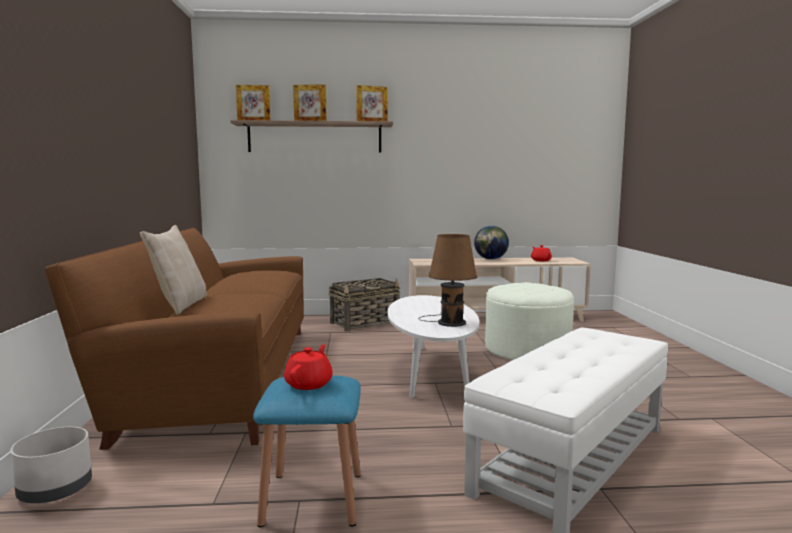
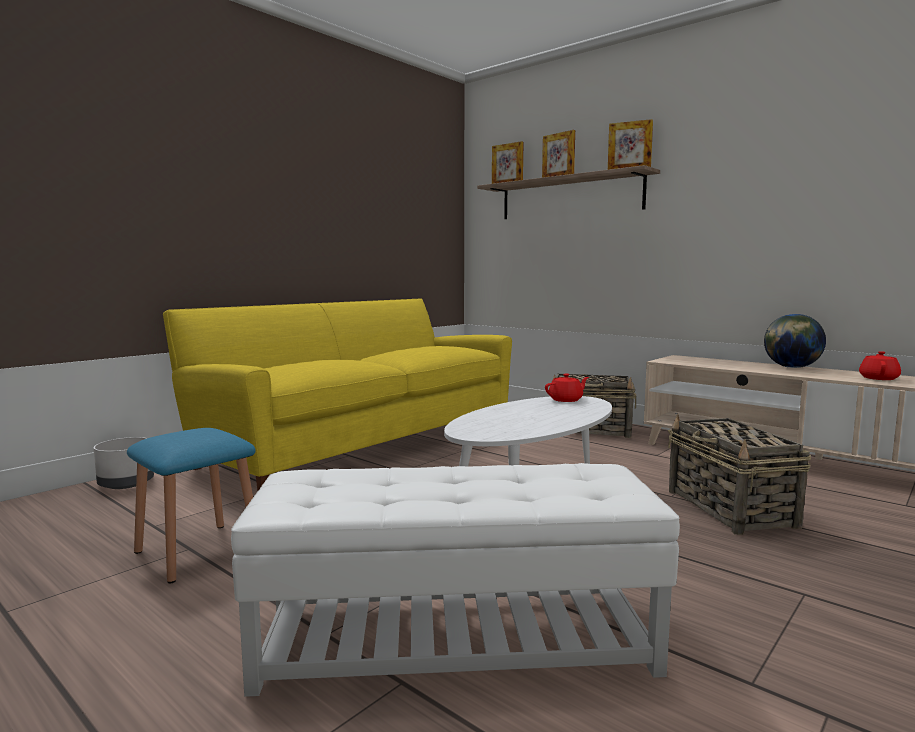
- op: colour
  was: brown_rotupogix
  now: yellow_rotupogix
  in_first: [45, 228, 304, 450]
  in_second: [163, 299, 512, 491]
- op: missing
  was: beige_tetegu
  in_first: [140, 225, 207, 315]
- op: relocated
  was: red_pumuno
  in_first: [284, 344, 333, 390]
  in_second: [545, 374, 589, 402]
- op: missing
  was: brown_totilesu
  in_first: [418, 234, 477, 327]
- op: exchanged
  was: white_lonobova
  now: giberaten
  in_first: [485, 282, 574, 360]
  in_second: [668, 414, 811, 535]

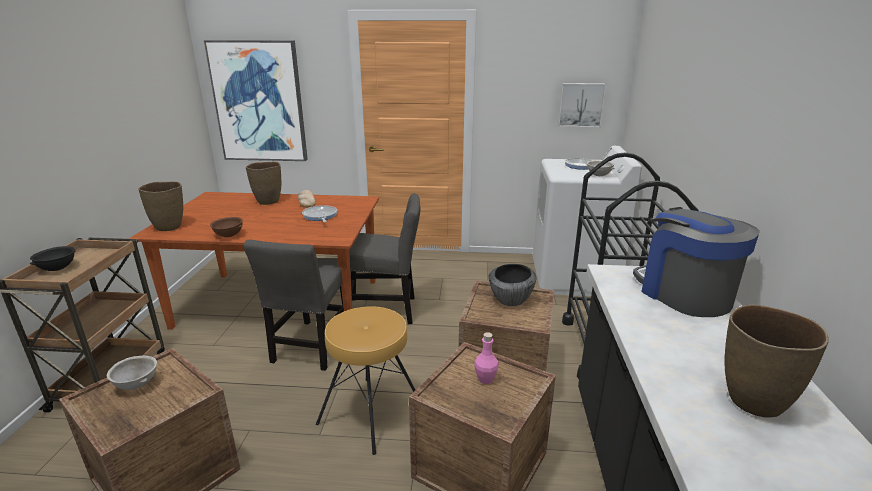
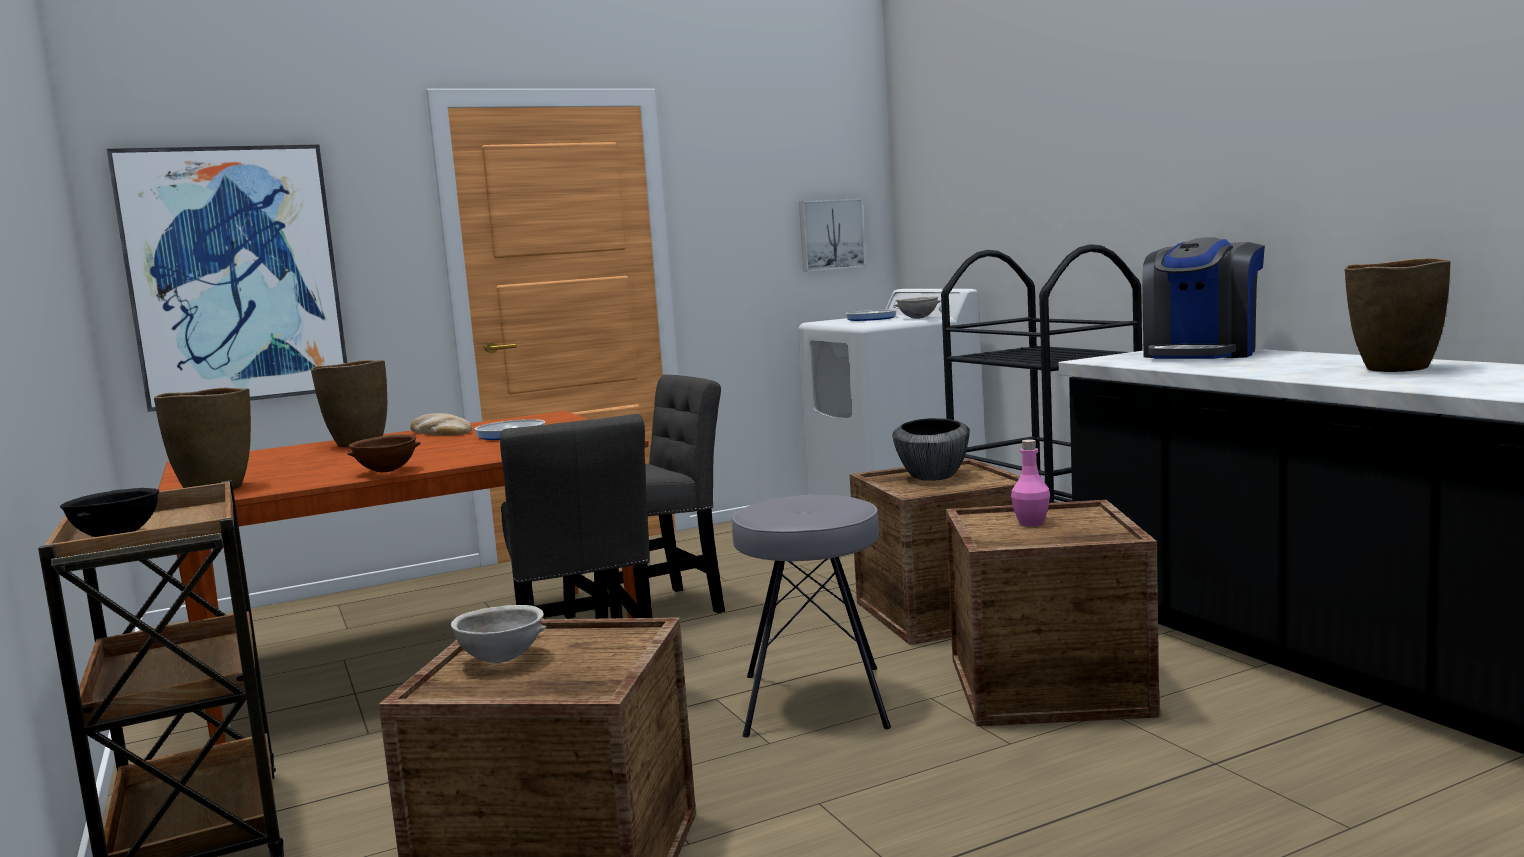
- op: colour
  was: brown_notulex
  now: grey_notulex
  in_first: [316, 306, 415, 455]
  in_second: [732, 495, 891, 737]
- op: spun
  was: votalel
  in_first: [633, 207, 760, 317]
  in_second: [1142, 237, 1265, 359]
  clockwise: -90

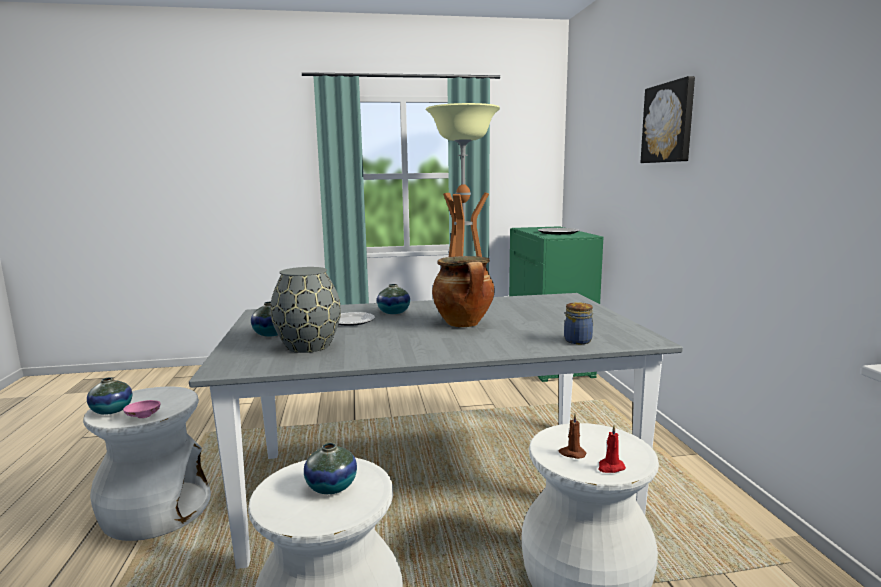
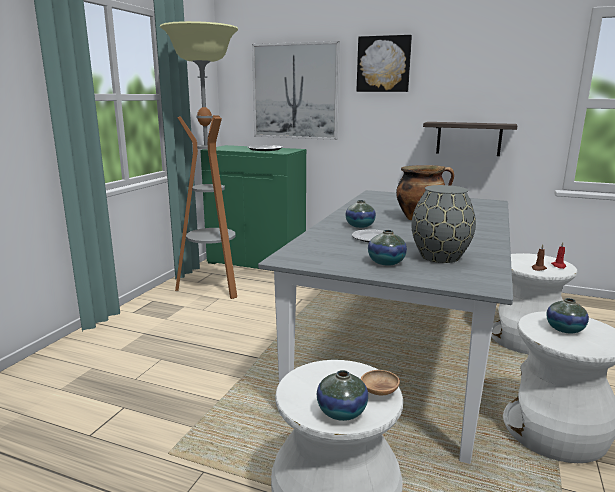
- op: colour
  was: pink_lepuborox
  now: brown_lepuborox
  in_first: [123, 400, 161, 418]
  in_second: [361, 370, 400, 395]
- op: missing
  was: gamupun
  in_first: [564, 302, 593, 344]
- op: appeared
  now: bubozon
  in_second: [252, 41, 340, 140]
- op: appeared
  now: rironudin
  in_second: [423, 122, 517, 156]

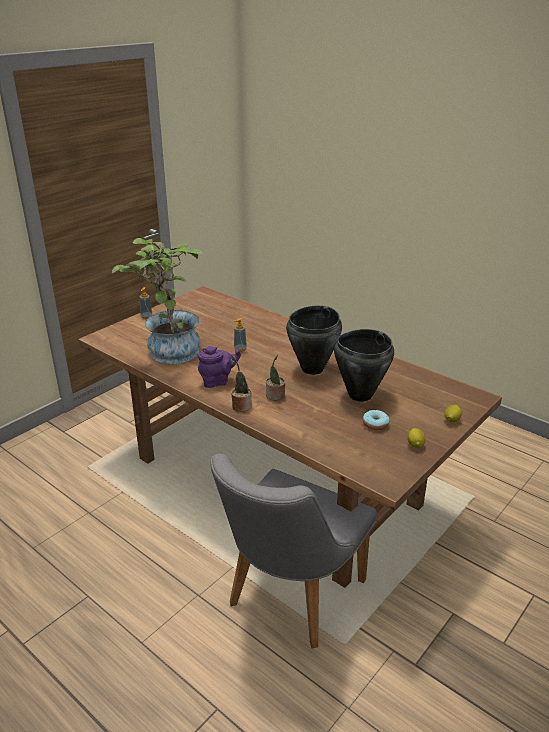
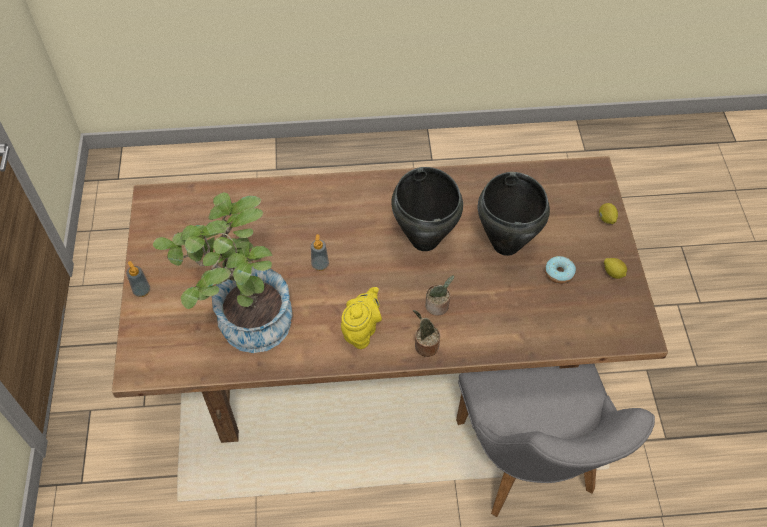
- op: colour
  was: purple_pumuno
  now: yellow_pumuno
  in_first: [198, 346, 241, 388]
  in_second: [341, 287, 382, 349]

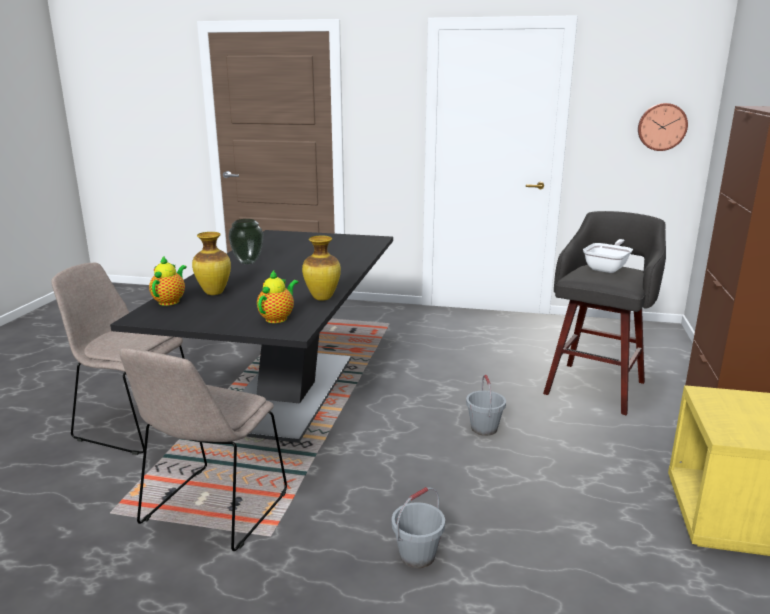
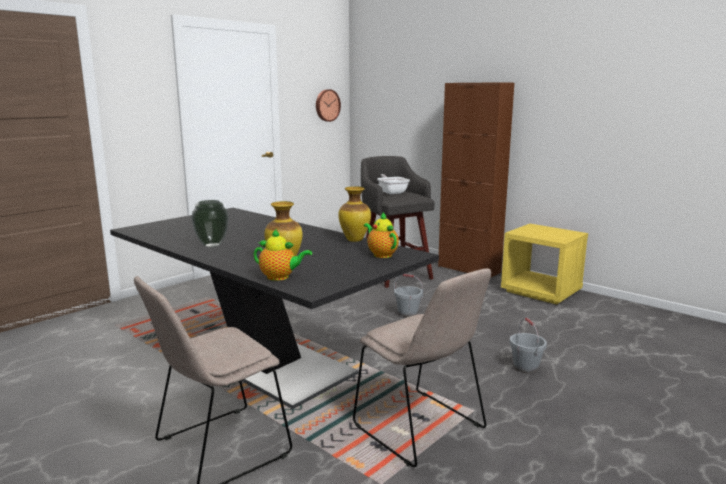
- op: spun
  was: pumuno
  in_first: [149, 257, 187, 306]
  in_second: [253, 229, 312, 281]
  clockwise: 150

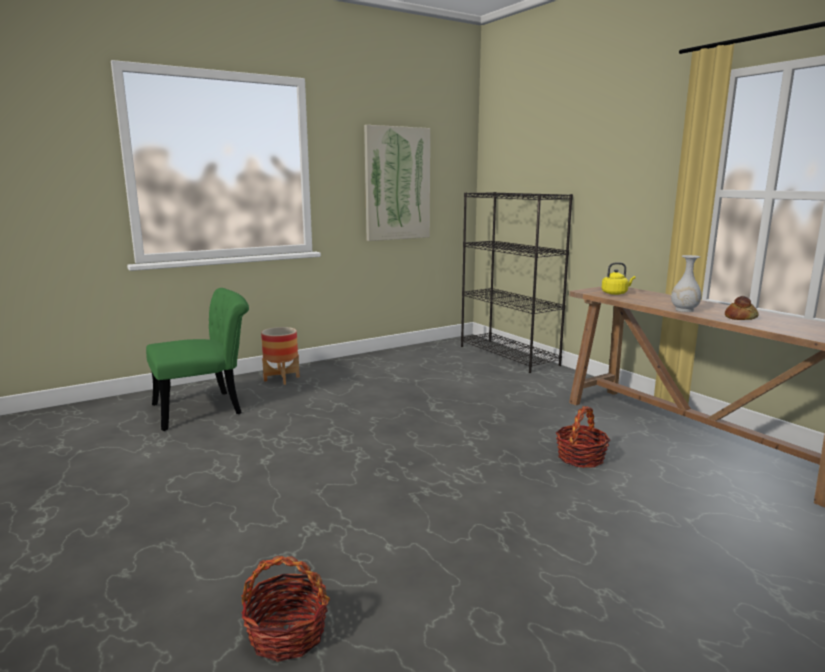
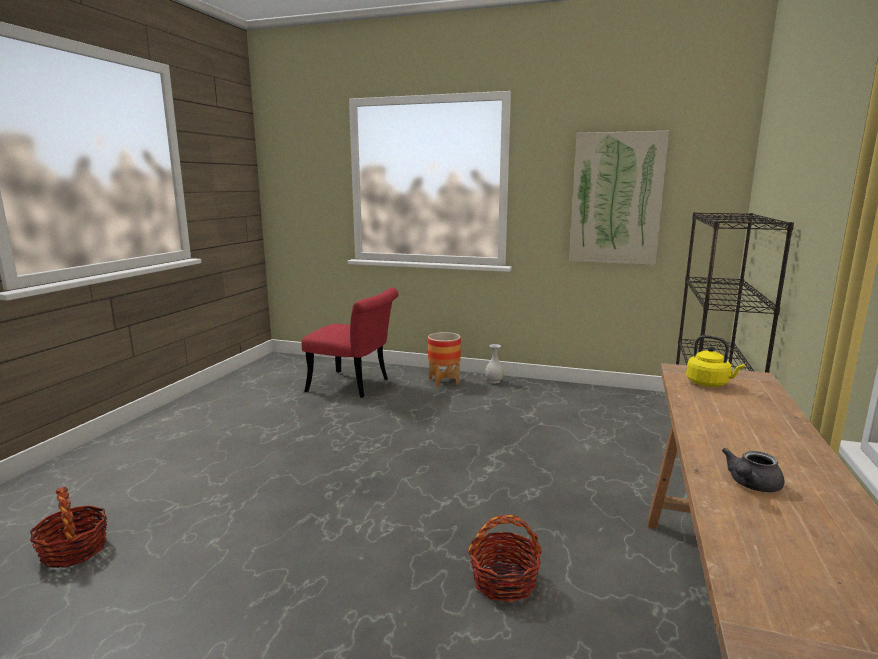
- op: colour
  was: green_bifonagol
  now: red_bifonagol
  in_first: [146, 288, 249, 431]
  in_second: [302, 288, 398, 398]
- op: relocated
  was: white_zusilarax
  in_first: [671, 255, 702, 312]
  in_second: [485, 344, 504, 383]
- op: exchanged
  was: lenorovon
  now: grey_pumuno
  in_first: [725, 296, 759, 320]
  in_second: [722, 448, 784, 492]

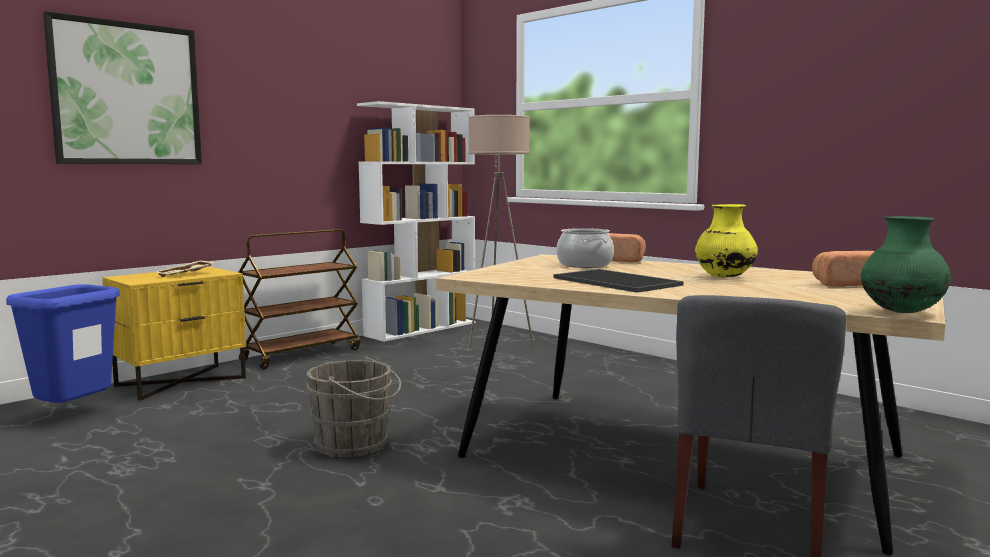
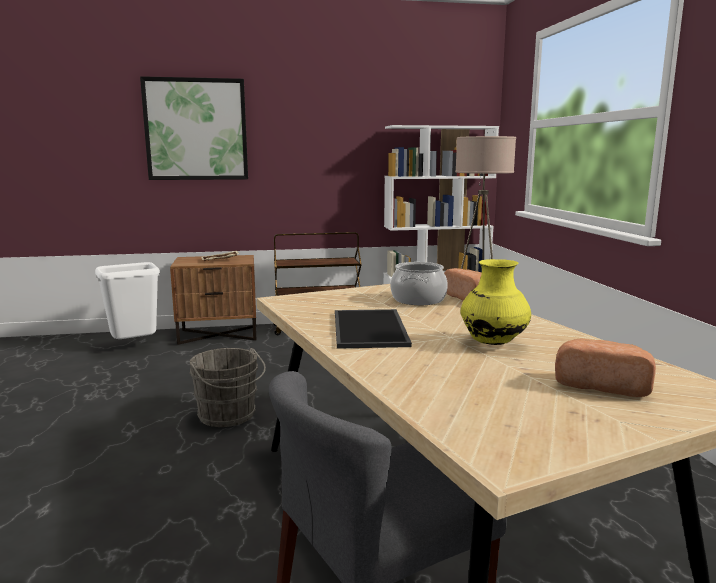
- op: colour
  was: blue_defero
  now: white_defero
  in_first: [6, 284, 120, 403]
  in_second: [95, 262, 160, 339]
- op: colour
  was: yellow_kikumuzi
  now: brown_kikumuzi
  in_first: [103, 267, 246, 401]
  in_second: [170, 255, 256, 345]
- op: missing
  was: green_zusilarax
  in_first: [861, 216, 951, 313]

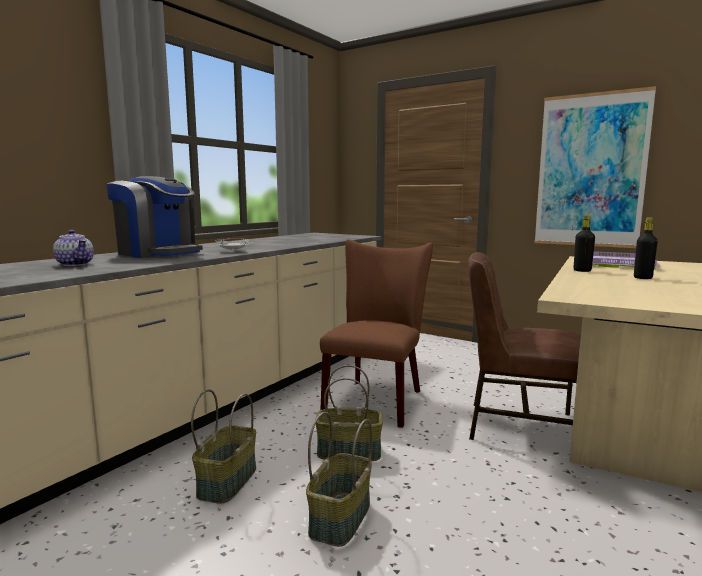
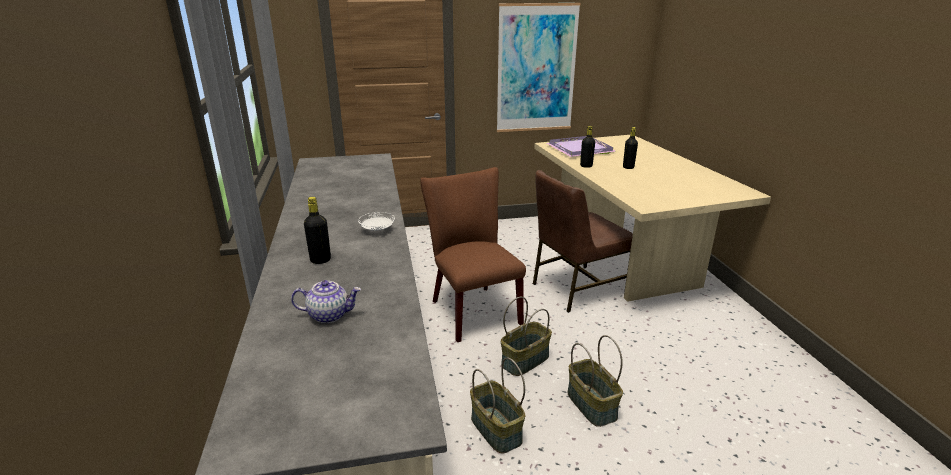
- op: exchanged
  was: votalel
  now: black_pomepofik
  in_first: [106, 176, 203, 258]
  in_second: [304, 197, 331, 264]

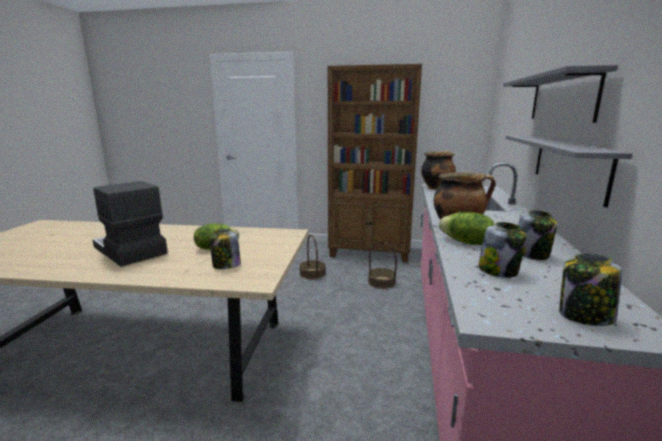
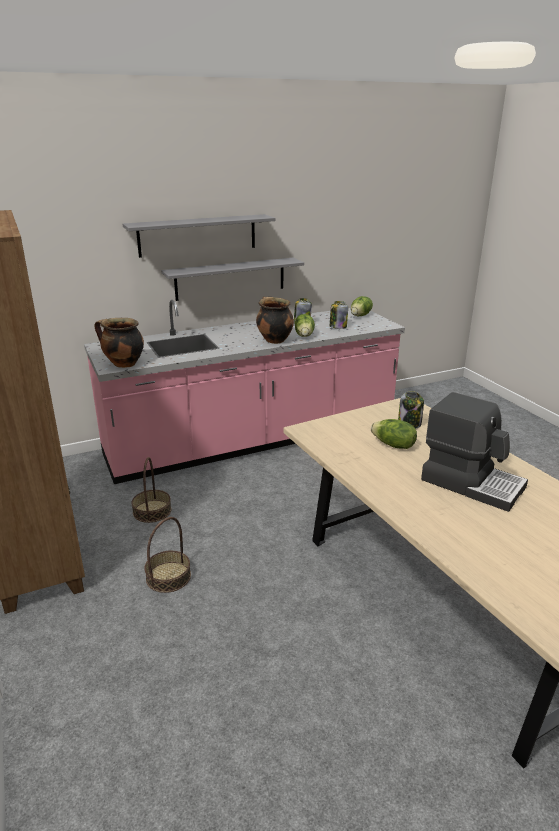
- op: spun
  was: votalel
  in_first: [93, 181, 168, 267]
  in_second: [421, 392, 528, 512]
  clockwise: -60
- op: exchanged
  was: gamupun
  now: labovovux
  in_first: [559, 254, 622, 326]
  in_second: [351, 296, 373, 317]

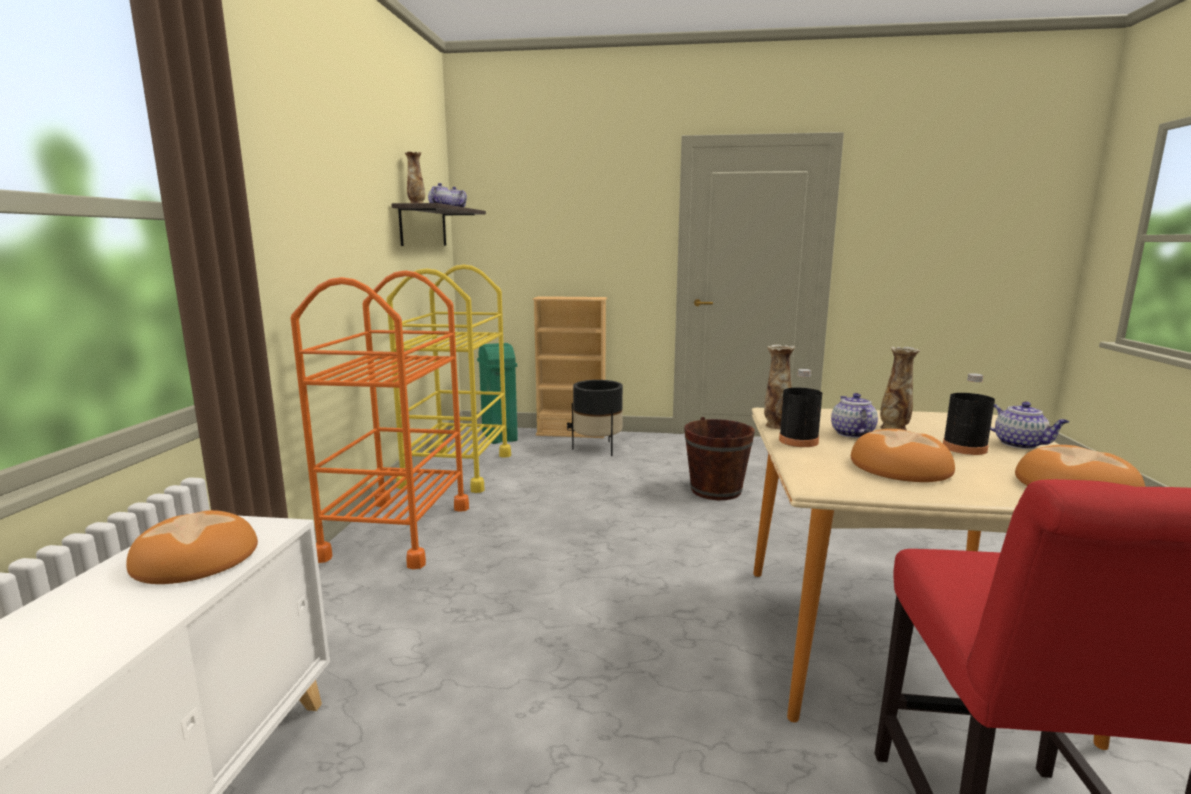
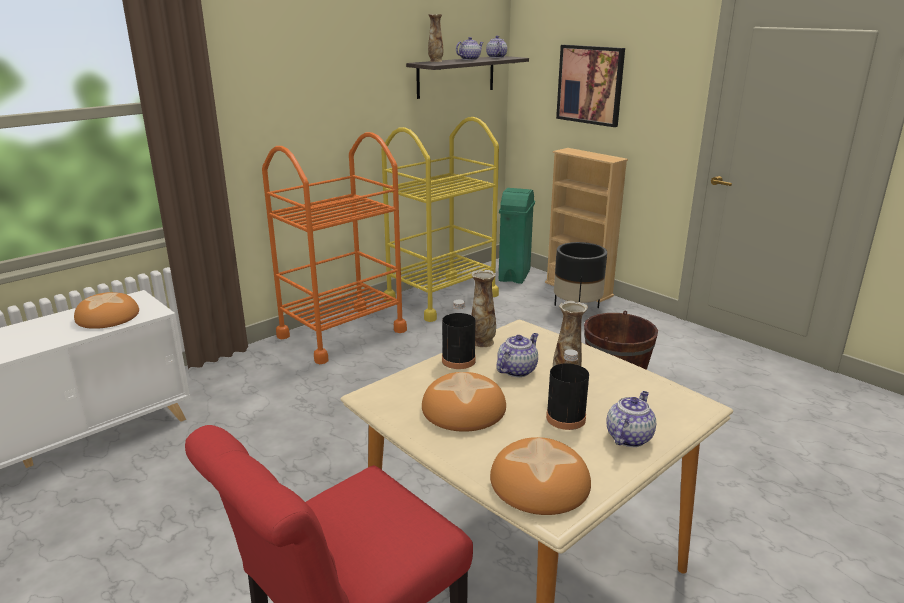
- op: spun
  was: pumuno
  in_first: [990, 402, 1069, 449]
  in_second: [606, 391, 656, 447]
  clockwise: -150
- op: appeared
  now: bubozon
  in_second: [556, 45, 625, 127]

